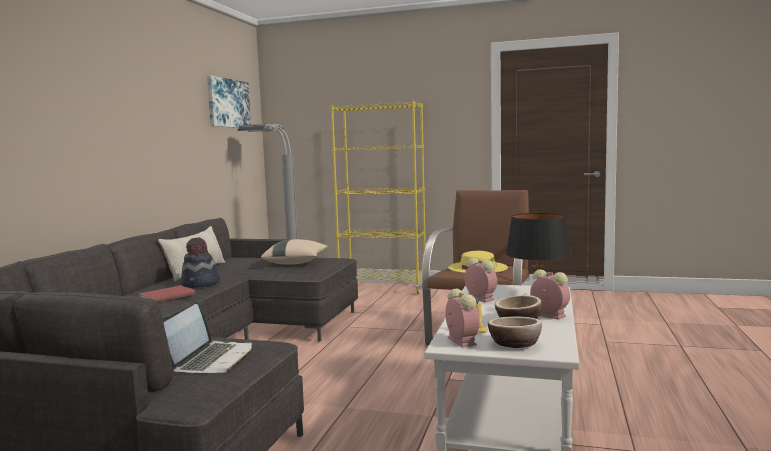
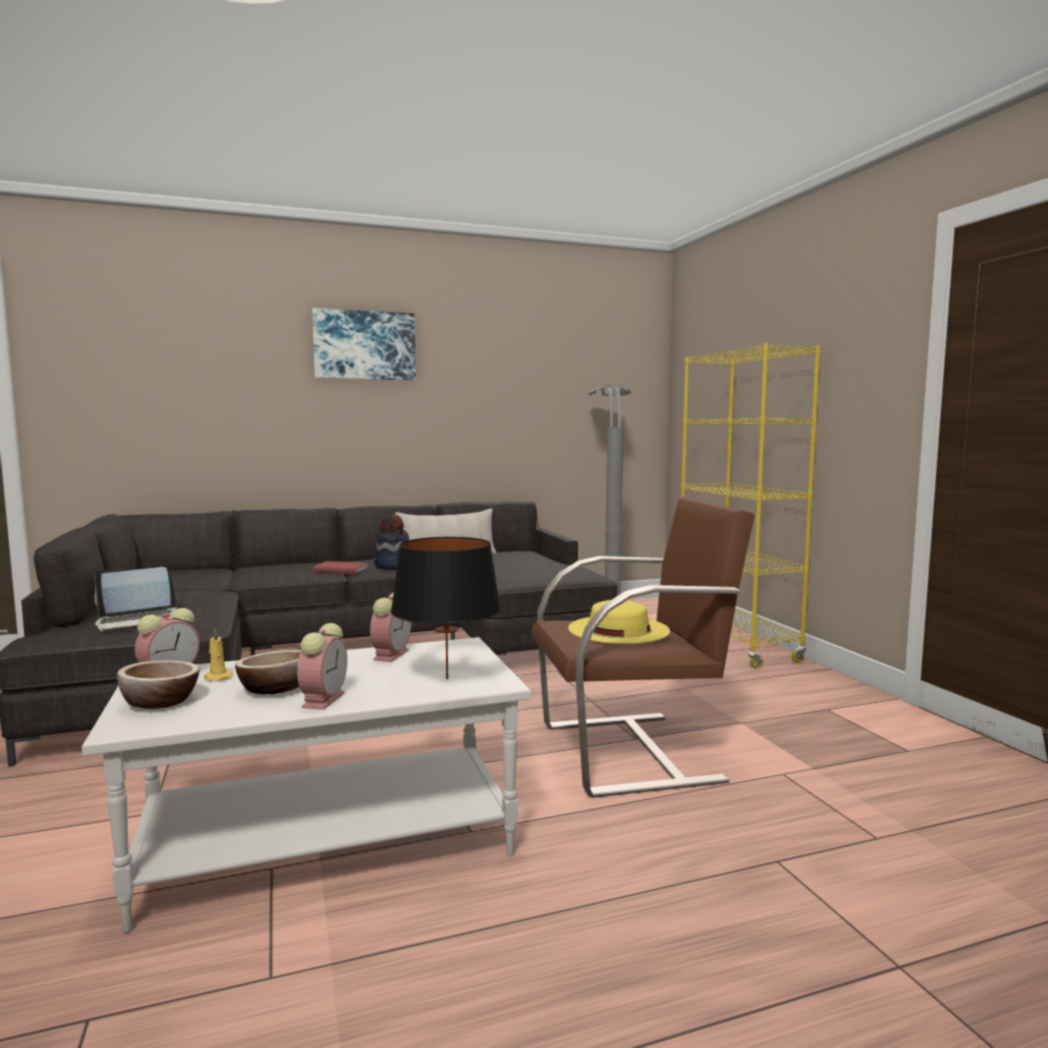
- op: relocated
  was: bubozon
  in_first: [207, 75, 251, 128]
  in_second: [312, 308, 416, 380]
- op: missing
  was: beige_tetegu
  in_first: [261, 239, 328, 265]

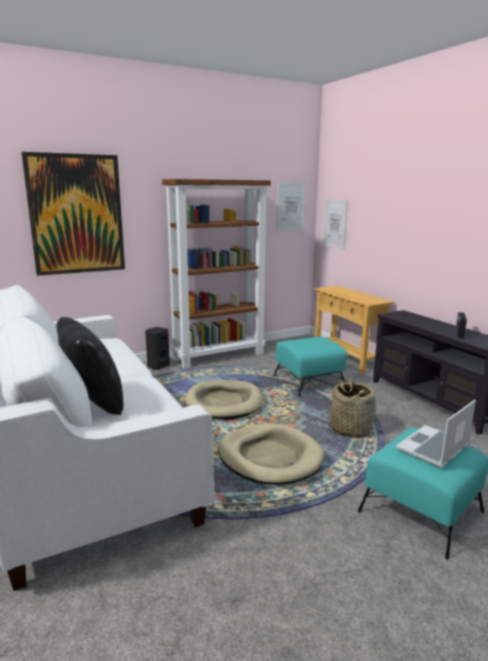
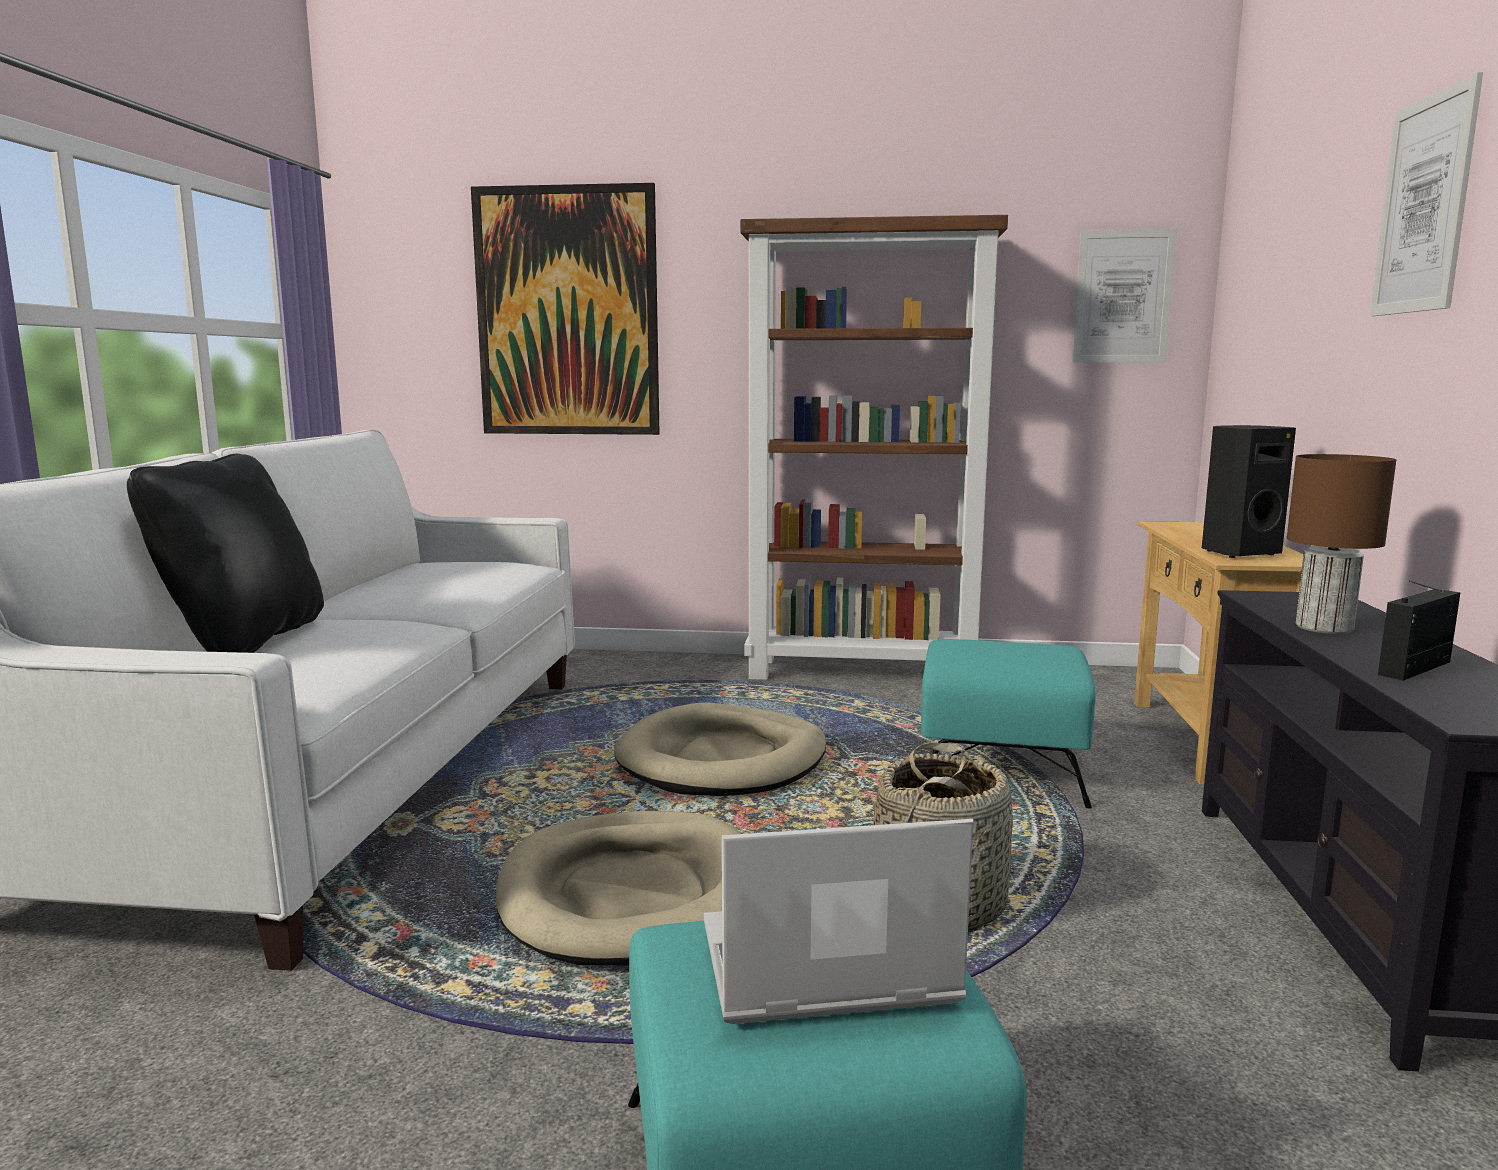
- op: relocated
  was: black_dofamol
  in_first: [145, 327, 170, 370]
  in_second: [1202, 425, 1296, 558]
- op: relocated
  was: bubozon
  in_first: [323, 199, 348, 250]
  in_second: [1370, 72, 1483, 316]
- op: appeared
  now: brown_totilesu
  in_second: [1287, 454, 1396, 634]

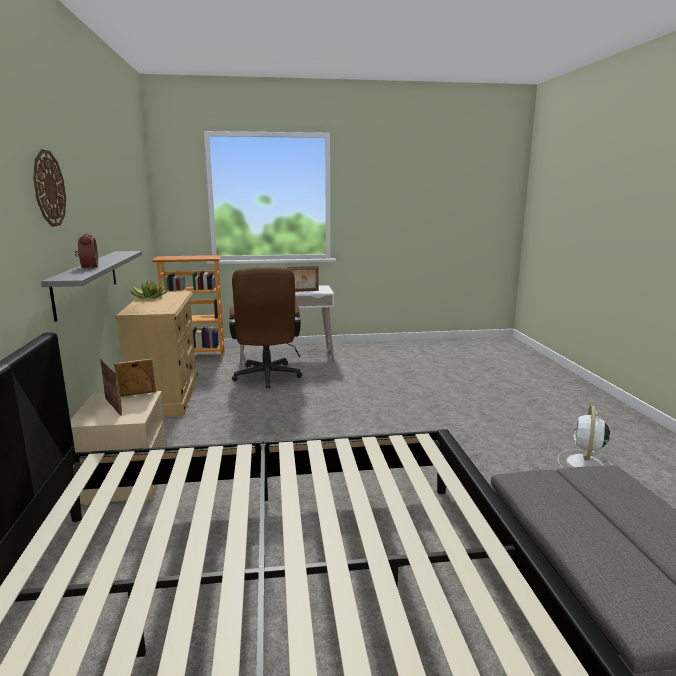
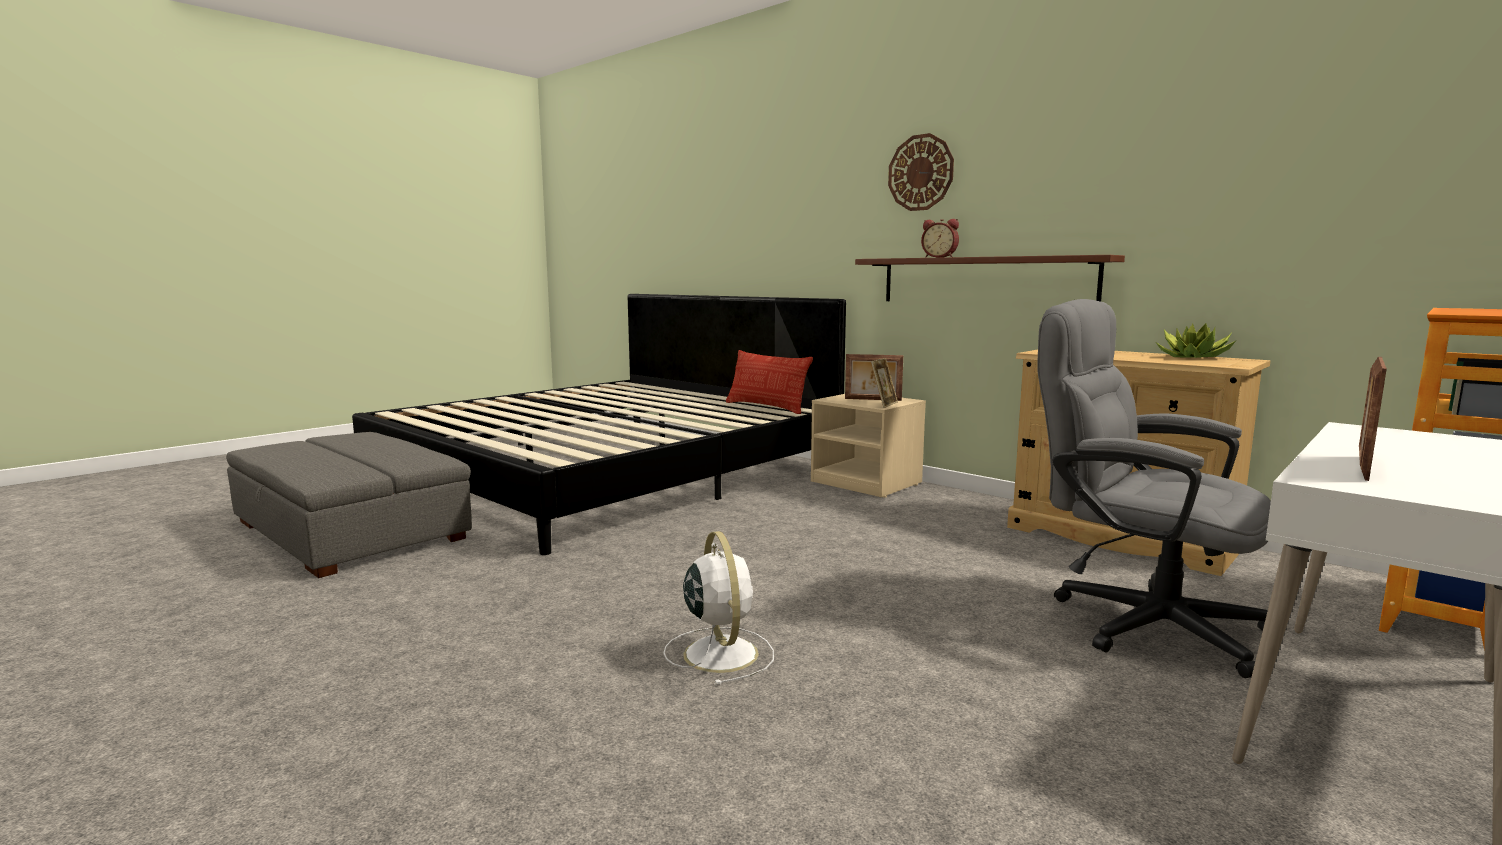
- op: colour
  was: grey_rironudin
  now: brown_rironudin
  in_first: [41, 251, 142, 322]
  in_second: [855, 255, 1125, 302]
- op: colour
  was: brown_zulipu
  now: grey_zulipu
  in_first: [229, 267, 302, 388]
  in_second: [1037, 299, 1271, 678]
- op: relocated
  was: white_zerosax
  in_first: [558, 405, 612, 468]
  in_second: [663, 531, 774, 686]
- op: appeared
  now: tetegu
  in_second: [726, 350, 813, 414]

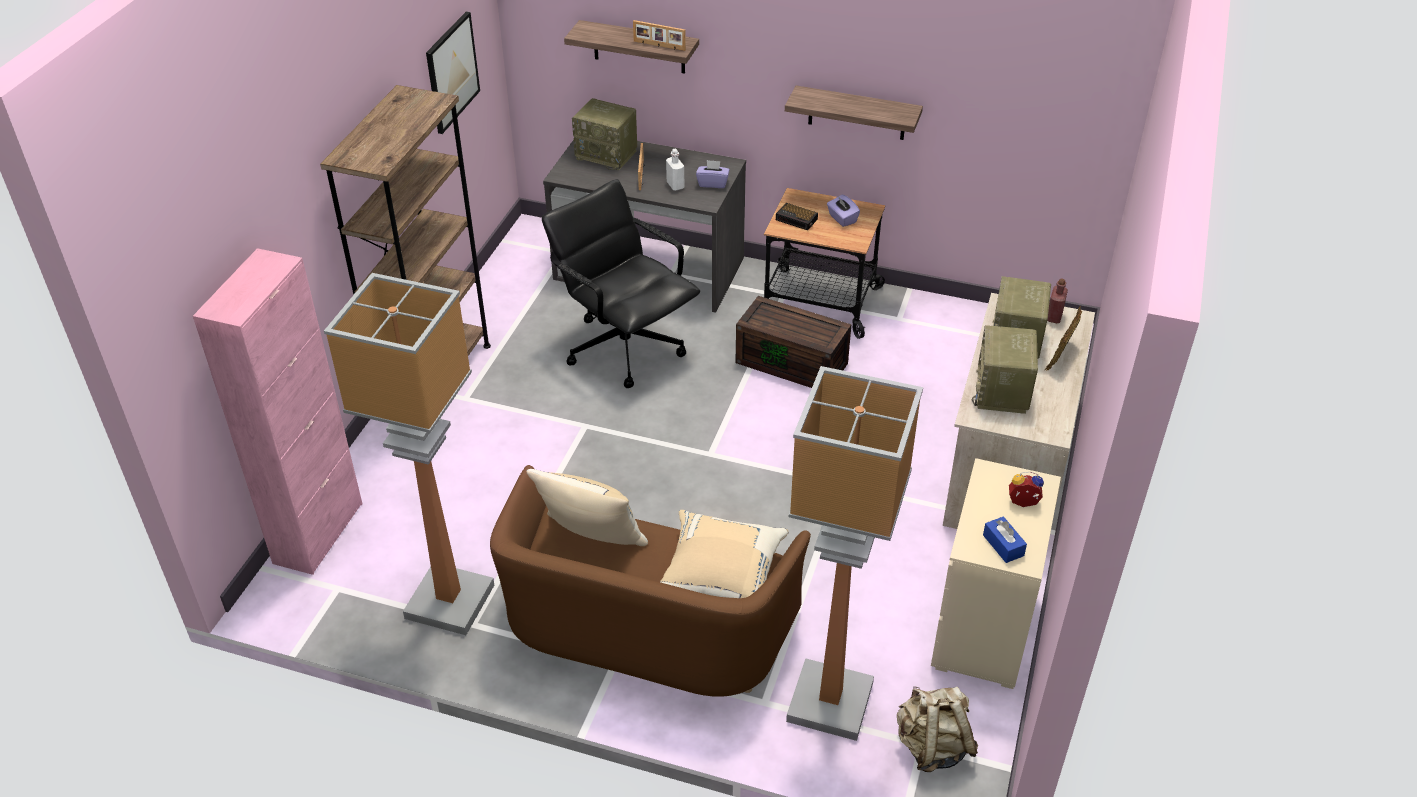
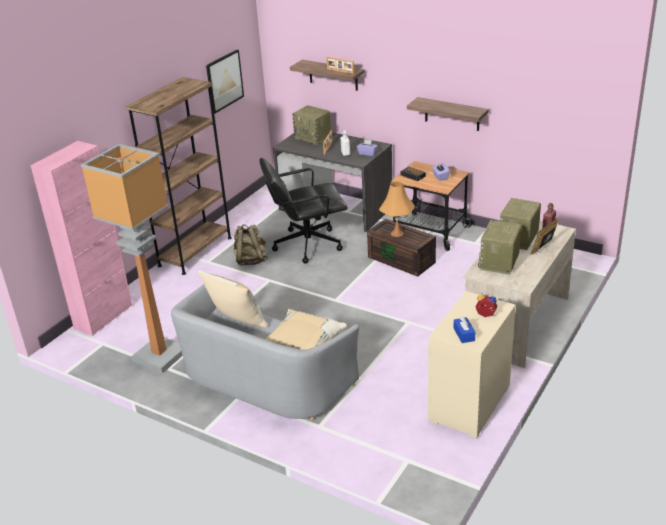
- op: colour
  was: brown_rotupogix
  now: grey_rotupogix
  in_first: [490, 465, 811, 697]
  in_second: [171, 284, 359, 421]
- op: spun
  was: black_zulipu
  in_first: [542, 179, 700, 388]
  in_second: [259, 158, 347, 264]
  clockwise: -75
- op: missing
  was: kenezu
  in_first: [786, 366, 923, 741]
- op: relocated
  was: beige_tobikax
  in_first: [897, 686, 978, 772]
  in_second: [233, 224, 268, 266]
- op: appeared
  now: orange_totilesu
  in_second: [379, 181, 415, 237]

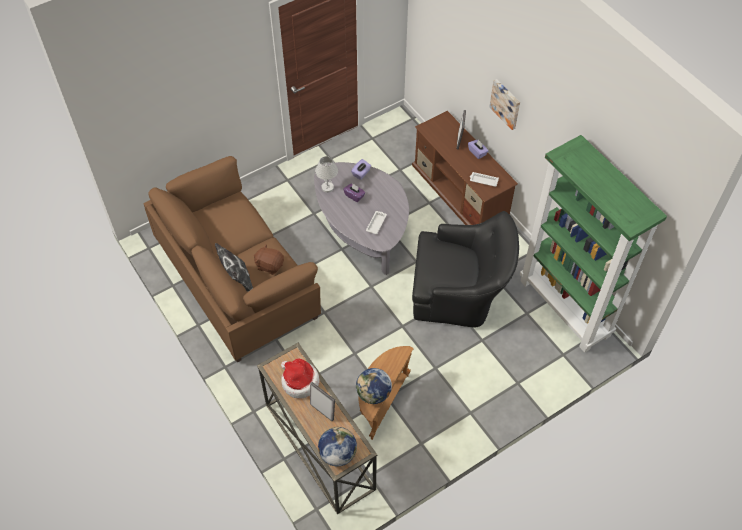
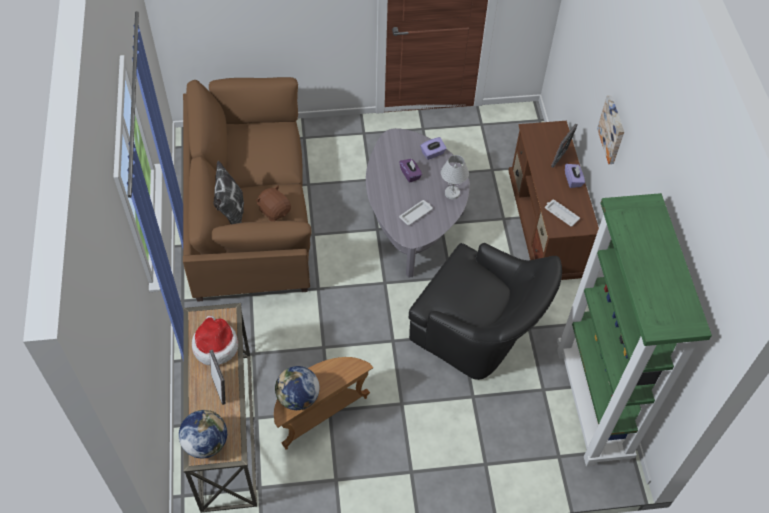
- op: relocated
  was: white_totilesu
  in_first: [315, 156, 338, 193]
  in_second: [441, 155, 469, 199]

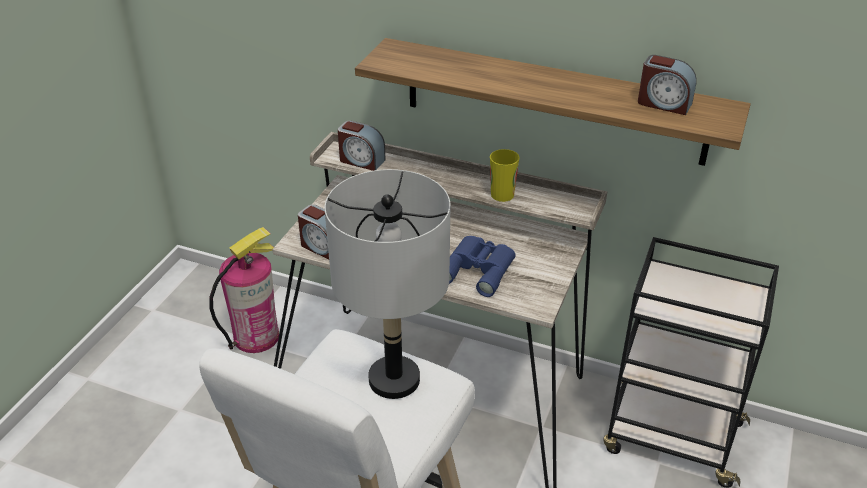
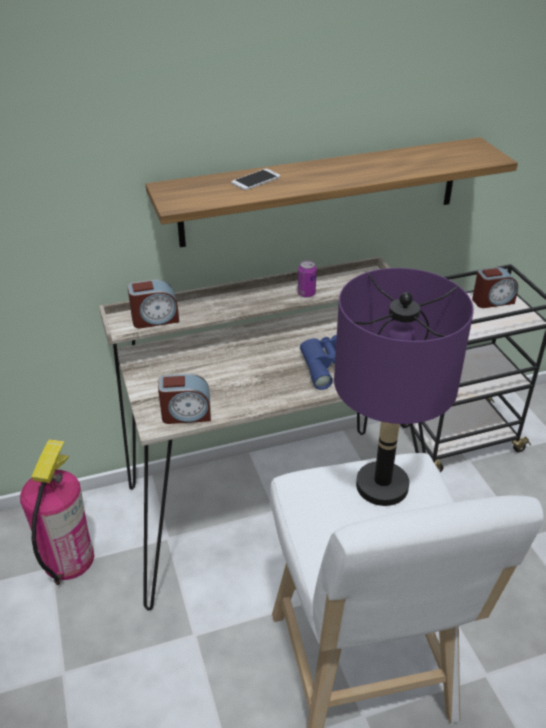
- op: colour
  was: grey_totilesu
  now: purple_totilesu
  in_first: [324, 169, 450, 399]
  in_second: [334, 268, 474, 506]
- op: exchanged
  was: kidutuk
  now: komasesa
  in_first: [490, 149, 520, 202]
  in_second: [298, 261, 317, 298]
- op: relocated
  was: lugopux
  in_first: [638, 55, 697, 115]
  in_second: [472, 267, 518, 308]
- op: appeared
  now: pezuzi
  in_second: [231, 169, 281, 190]

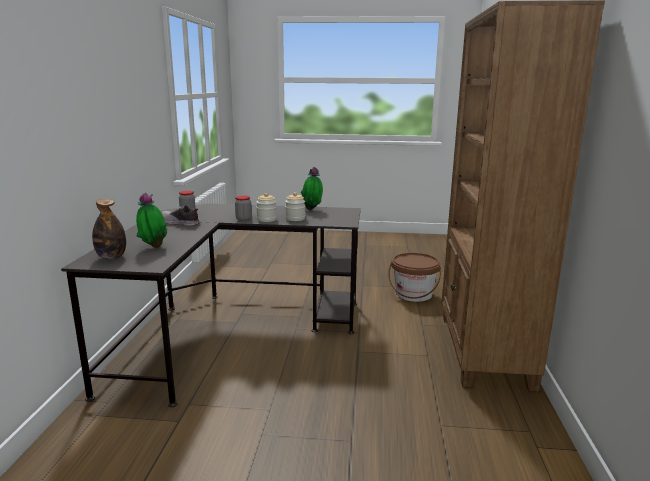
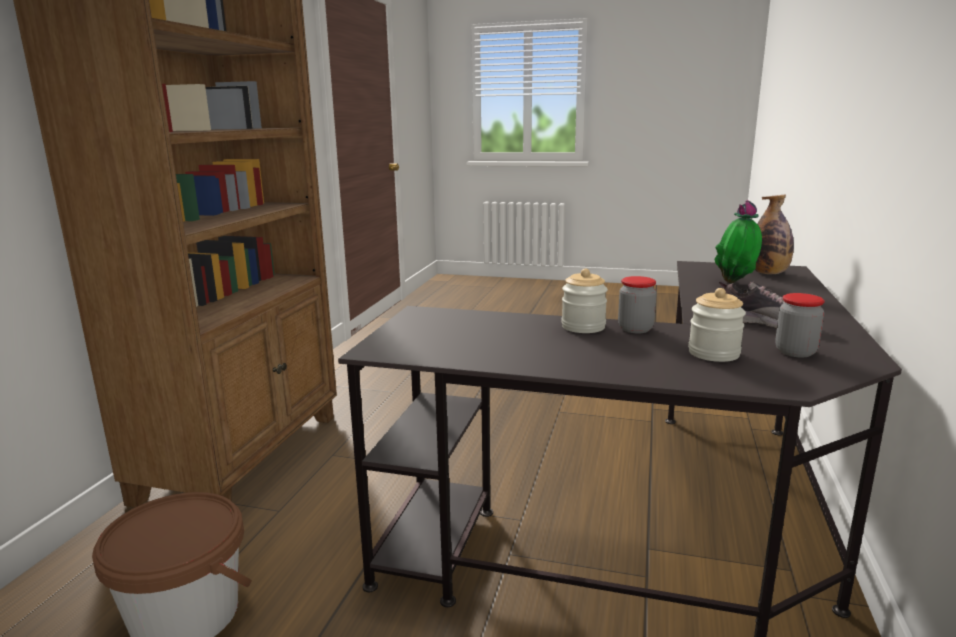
- op: relocated
  was: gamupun
  in_first: [285, 192, 305, 221]
  in_second: [688, 288, 746, 362]
- op: missing
  was: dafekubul
  in_first: [301, 167, 323, 210]

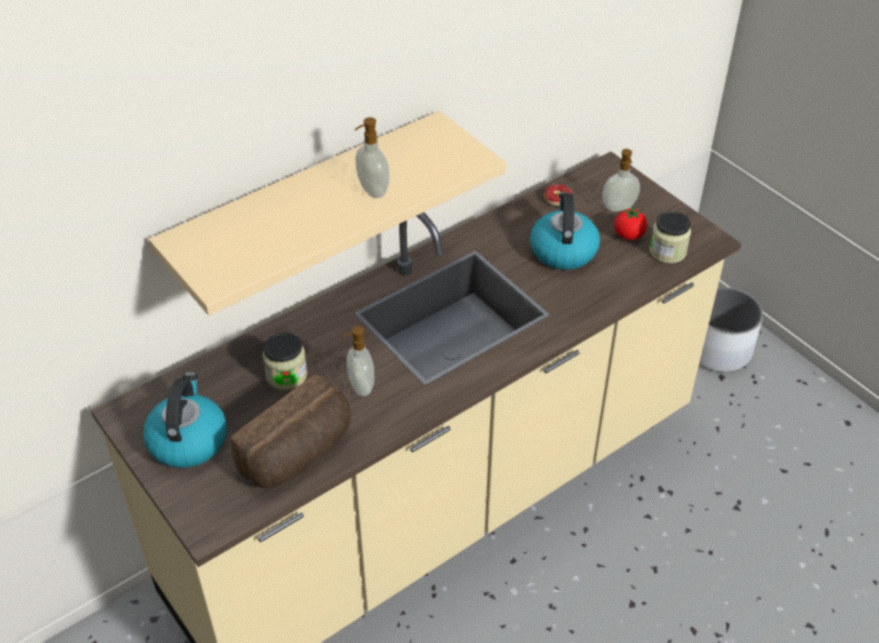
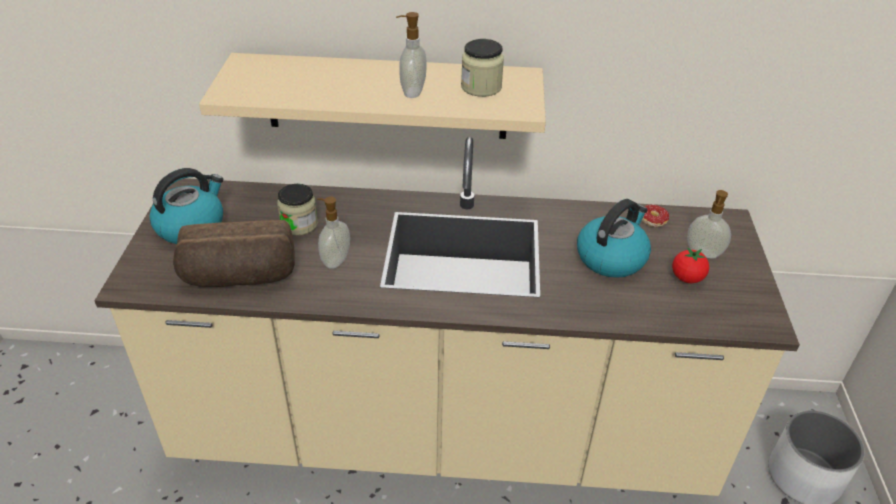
- op: relocated
  was: gamupun
  in_first: [649, 211, 691, 263]
  in_second: [461, 39, 504, 97]

